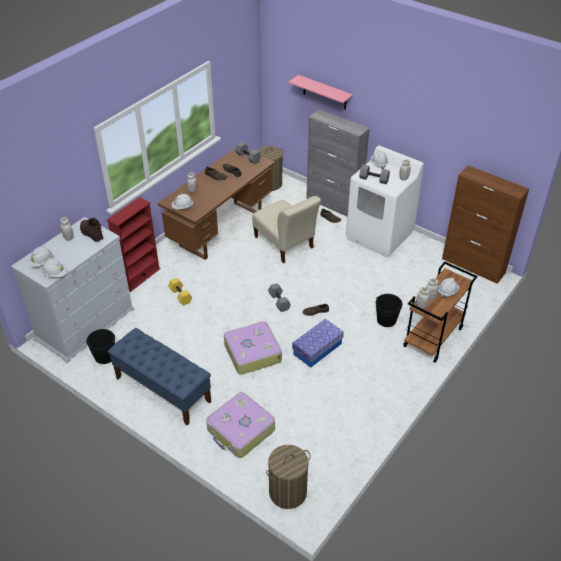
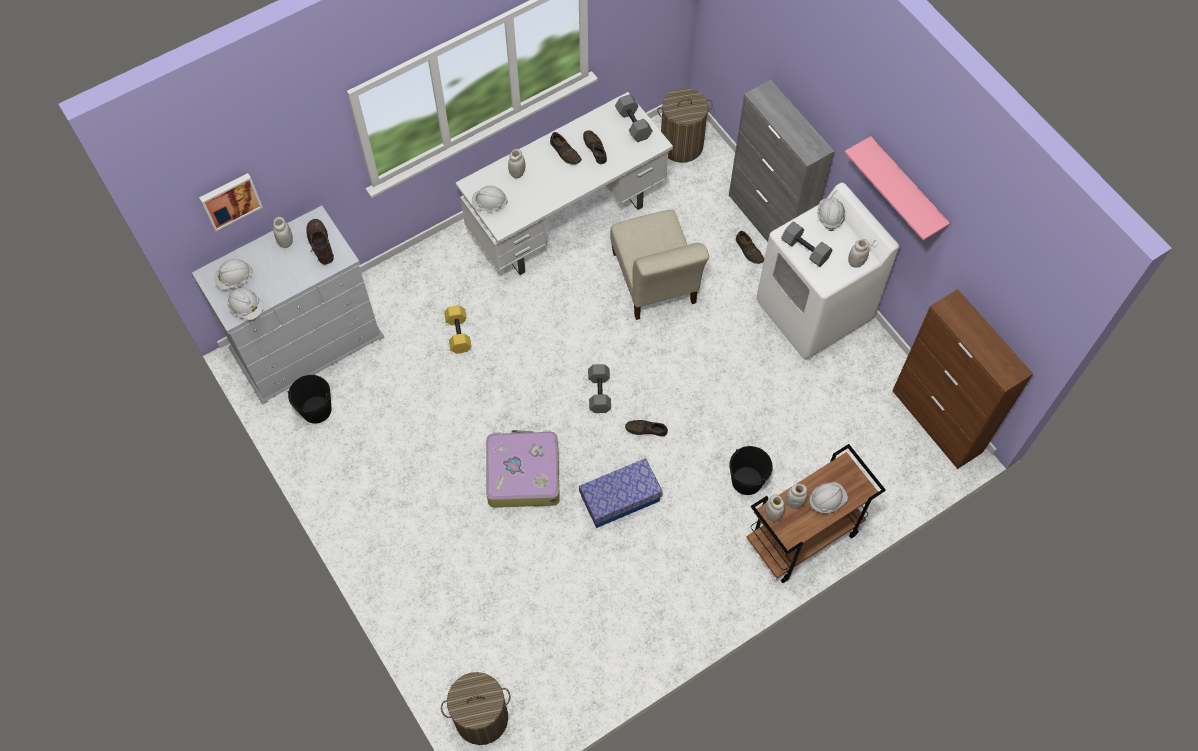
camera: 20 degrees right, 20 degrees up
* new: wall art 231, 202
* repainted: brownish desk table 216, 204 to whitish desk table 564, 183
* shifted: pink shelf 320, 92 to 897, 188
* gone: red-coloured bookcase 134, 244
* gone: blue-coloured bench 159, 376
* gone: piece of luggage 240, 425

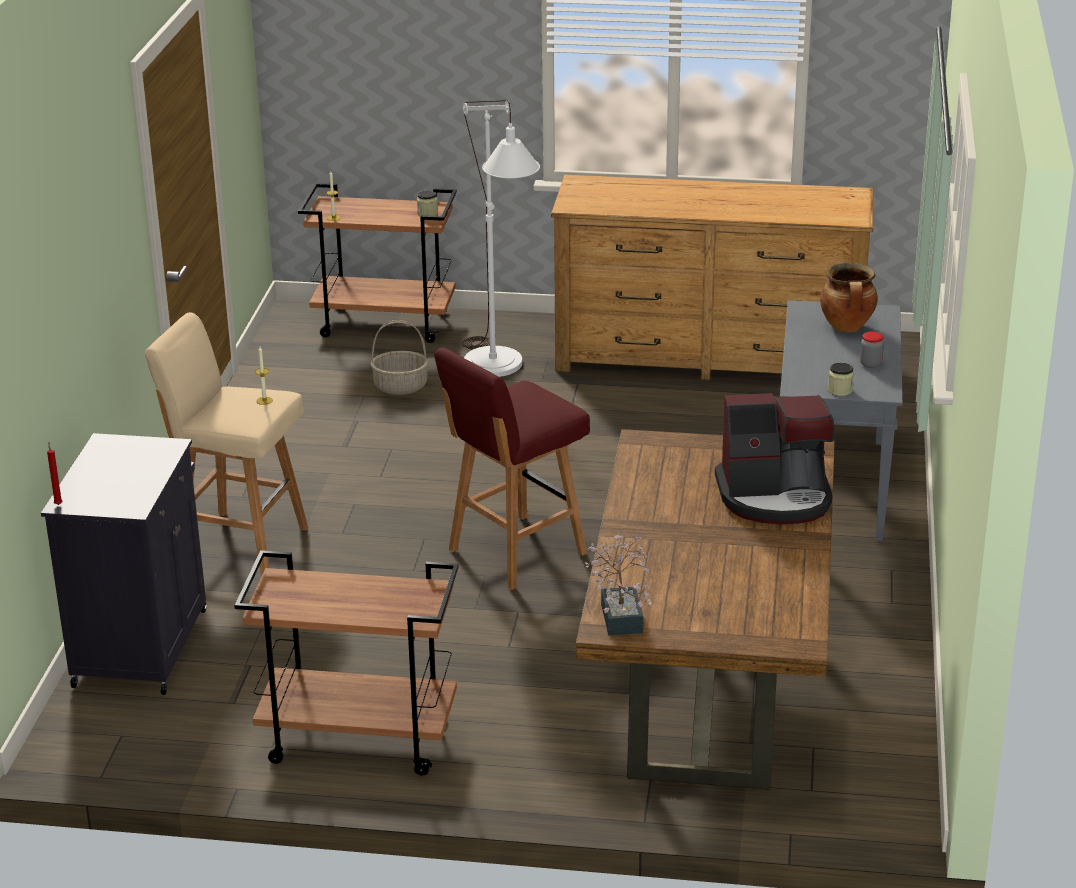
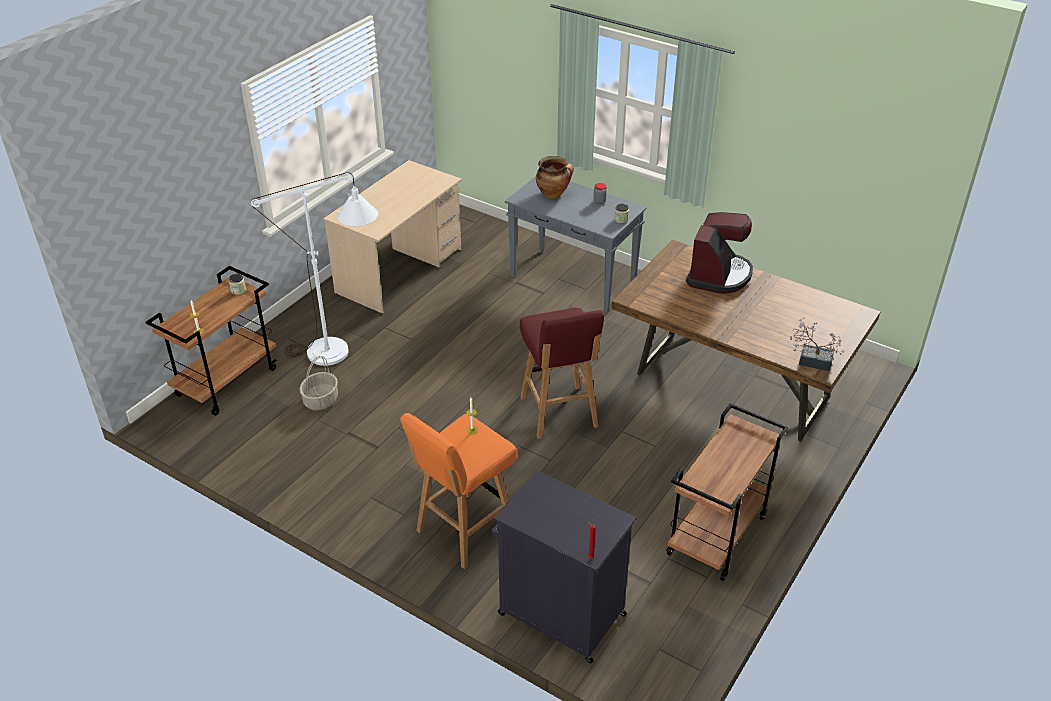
camera: 65 degrees left, 10 degrees up
* swapped: brownish drawer chest 712, 277 to beige-coloured desk table 392, 236
* repainted: beige-coloured sitting stool 226, 444 to orange sitting stool 458, 491

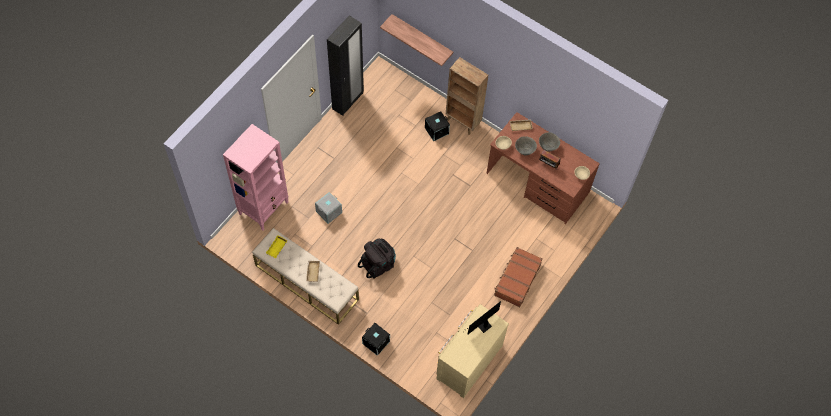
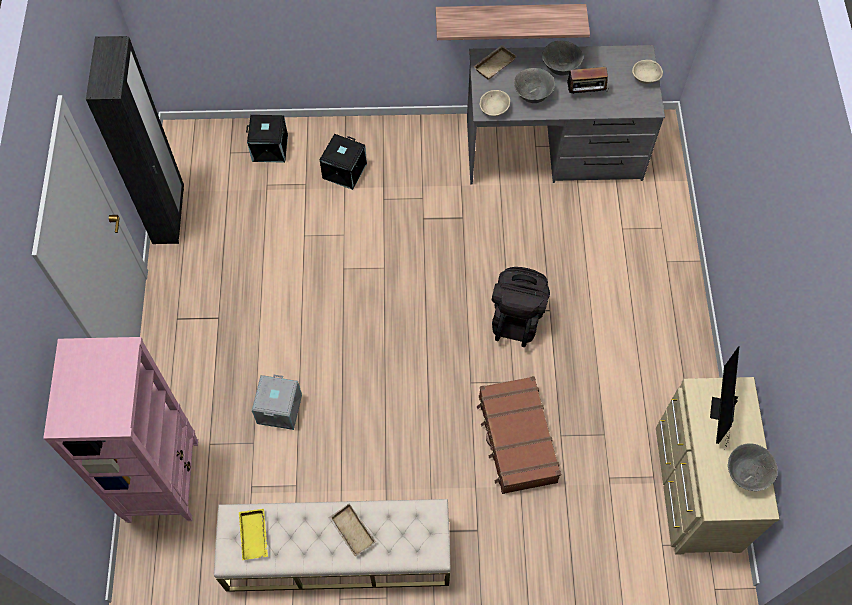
camera: 35 degrees left, 0 degrees up
* shifted: black storage box 376, 339 to 267, 139
* shifted: shelf 416, 40 to 513, 22
* repainted: brownish desk table 543, 168 to grey desk table 566, 115
* shifted: brownish piece of luggage 518, 277 to 519, 435
* shifted: black backpack 377, 258 to 520, 307
* new: grey deep dish 753, 467
* gone: brownish bookcase 467, 96

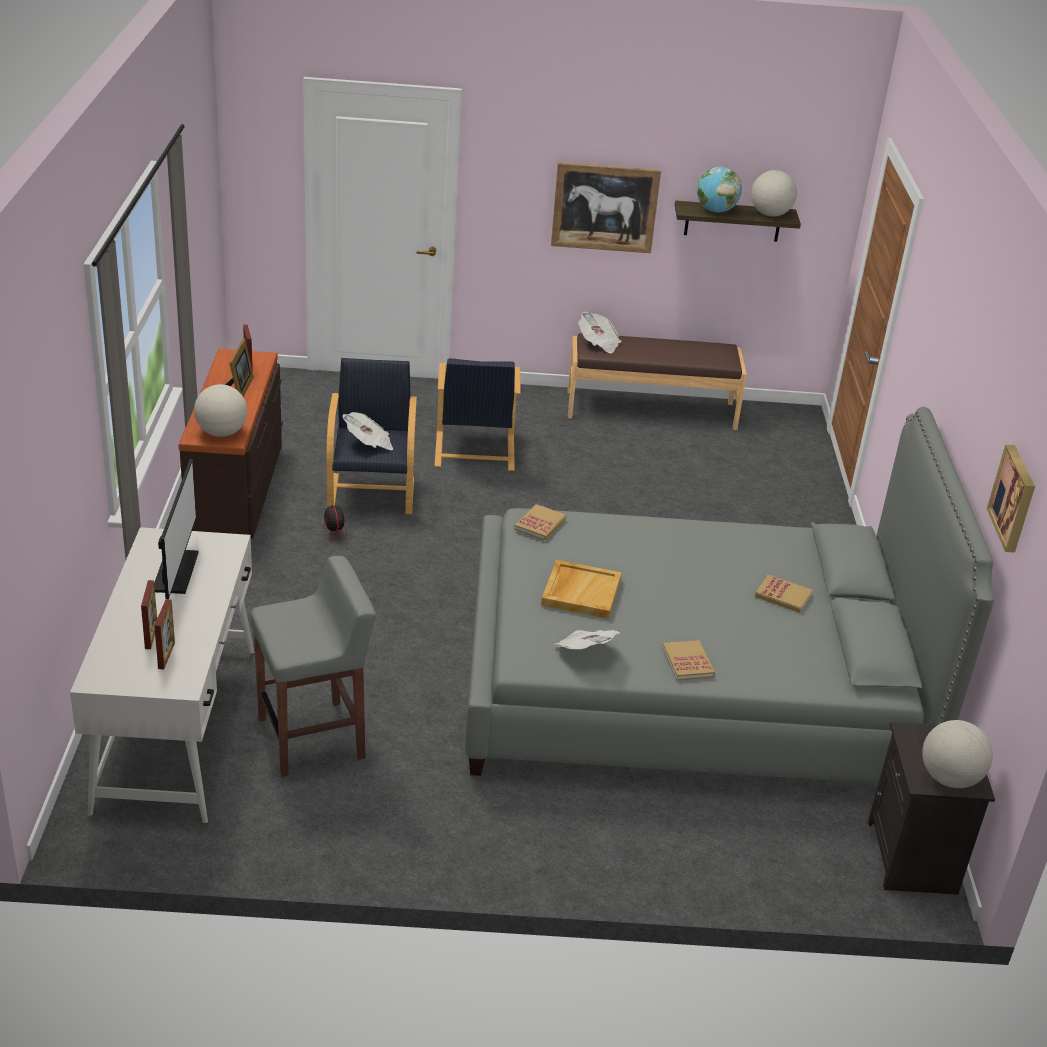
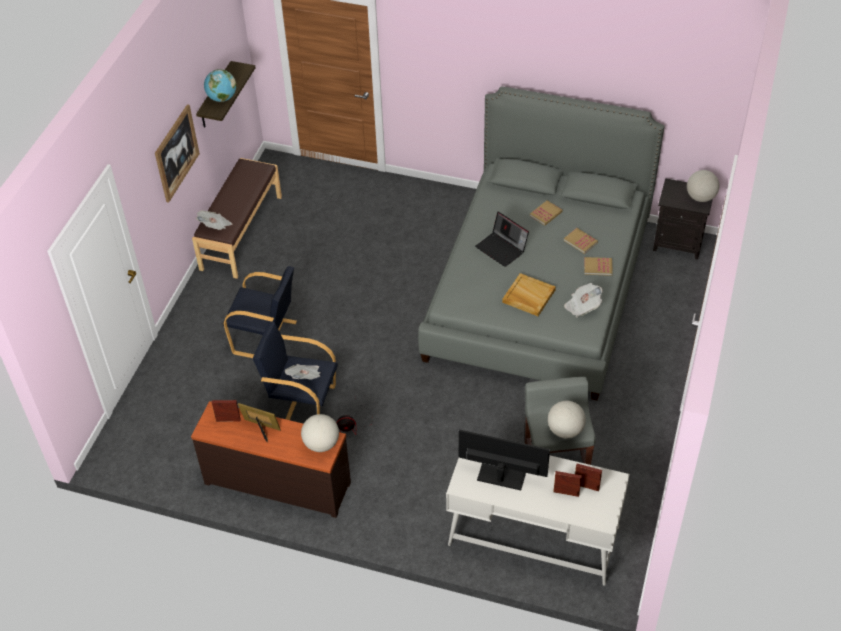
camera: 70 degrees left, 15 degrees up
* new: notebook computer 502, 239
* shifted: desk globe 774, 193 to 567, 419
* shifted: volume 540, 522 to 581, 241
* gone: wall art 1011, 499

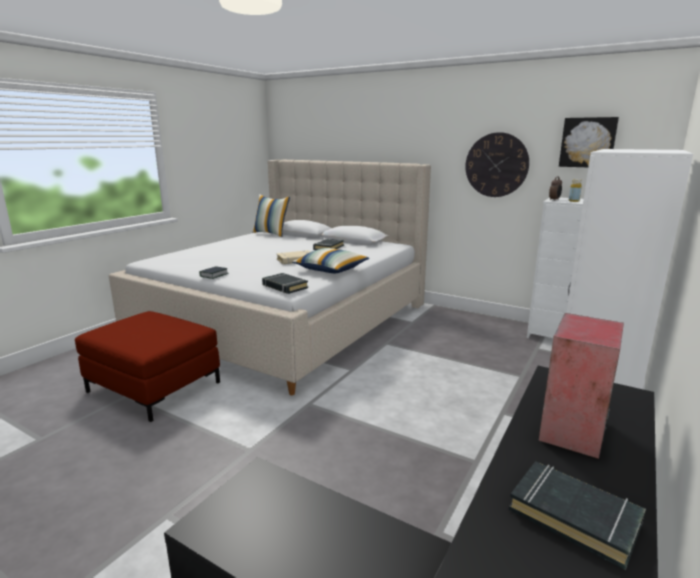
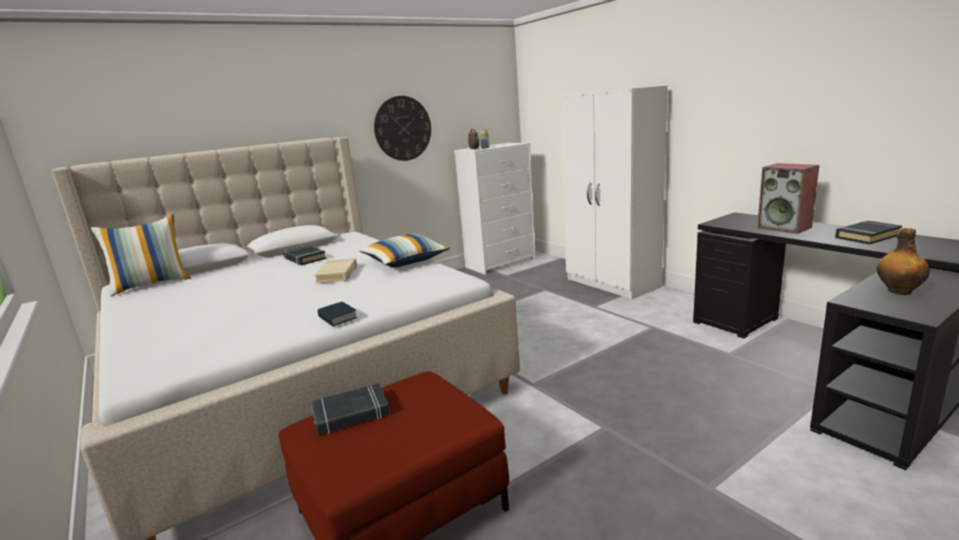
camera: 65 degrees left, 0 degrees up
* shifted: black volume 285, 283 to 350, 409
* new: bottle 903, 261
* gone: wall art 589, 142

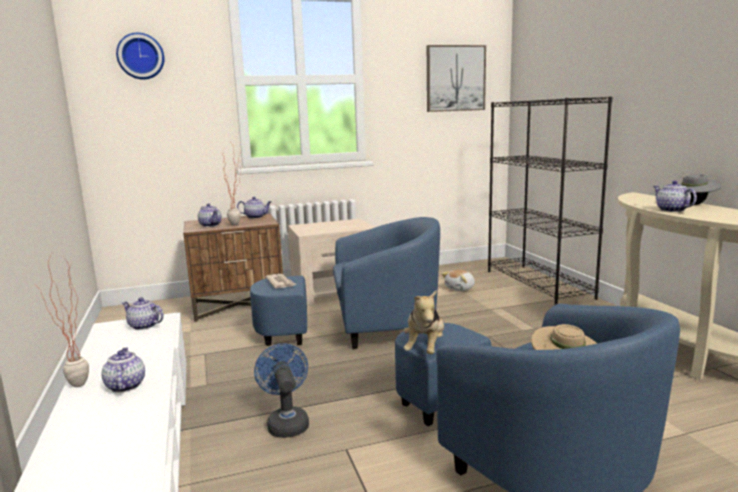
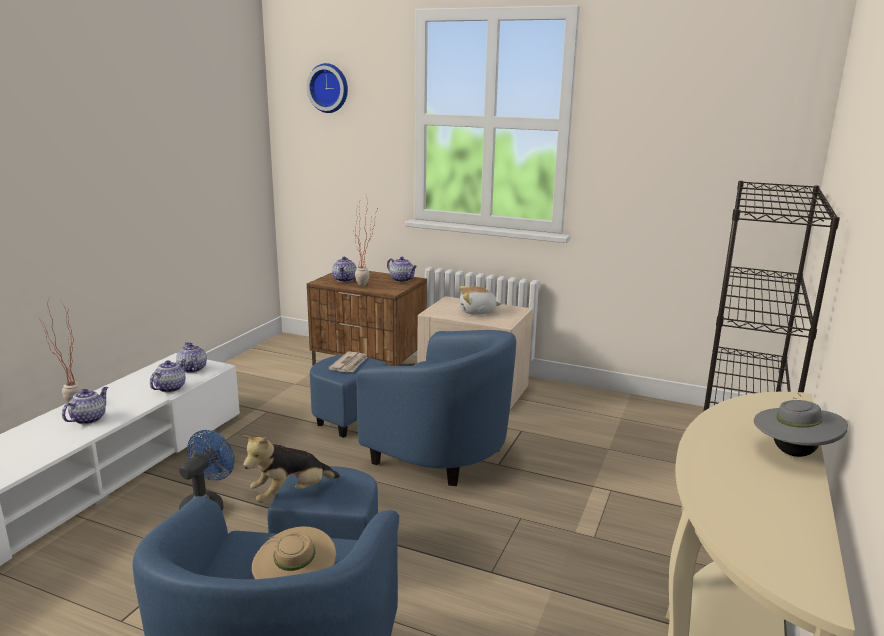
camera: 40 degrees right, 5 degrees up
* shifted: teapot 675, 196 to 168, 375
* shifted: soft toy 458, 280 to 480, 300
* gone: wall art 456, 78

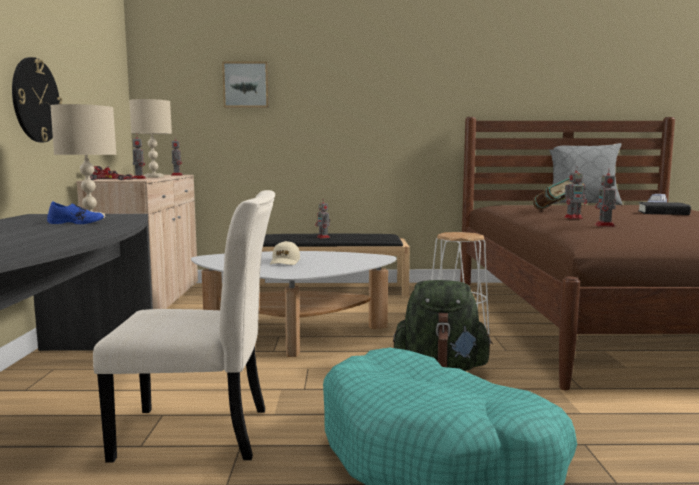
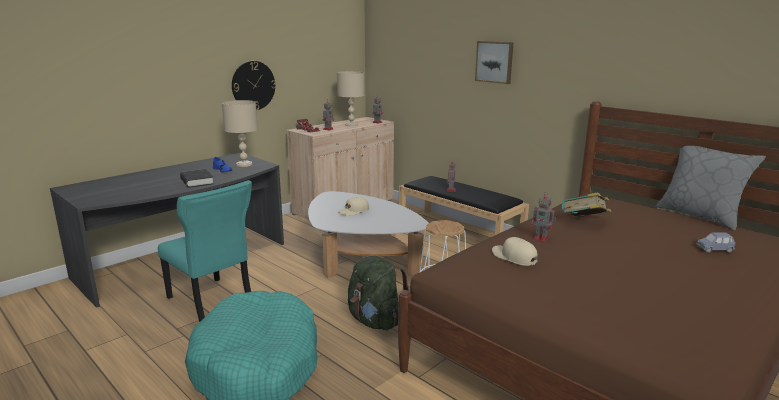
camera: 45 degrees right, 10 degrees up
* repainted: beige-coloured chair 184, 326 to turquoise-coloured chair 205, 251
* shifted: black volume 664, 208 to 197, 178
* shifted: wall art 245, 85 to 494, 62
* swapped: toy robot 605, 198 to beige-coloured peaked cap 515, 251

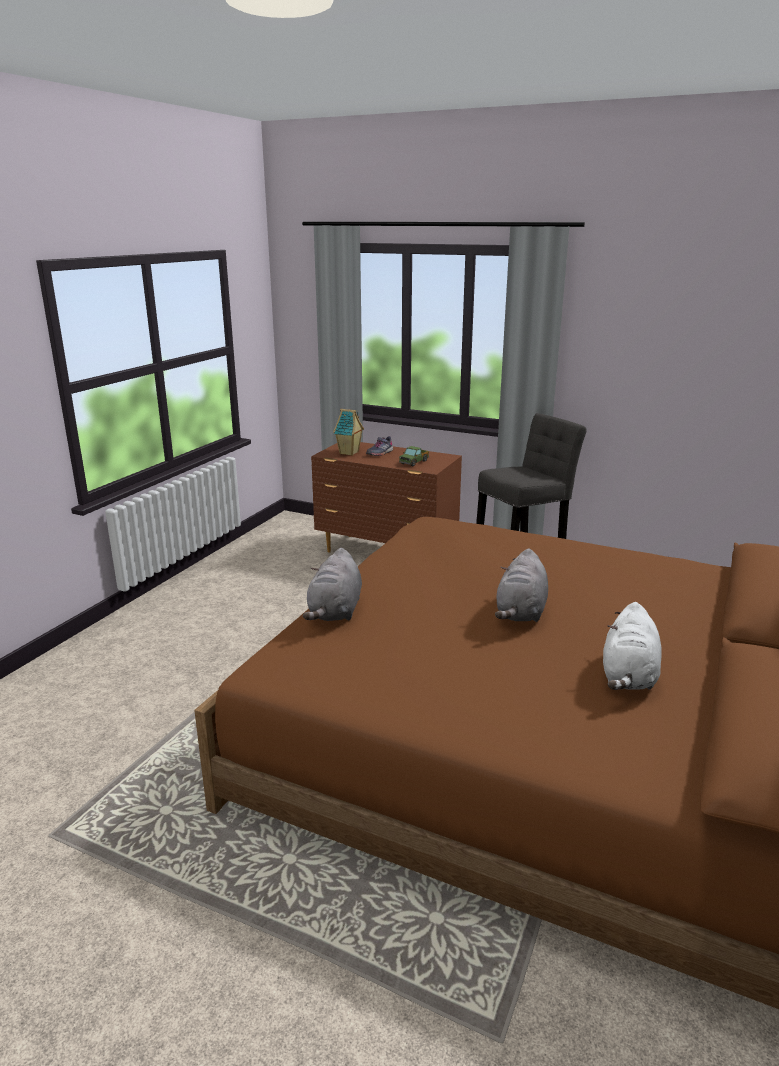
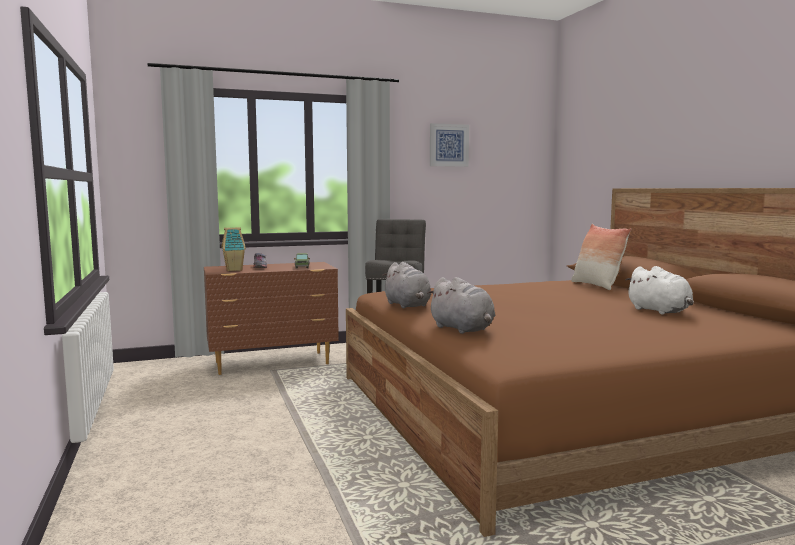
camera: 45 degrees left, 15 degrees down
* shifted: grey soft toy 521, 585 to 406, 285
* new: wall art 449, 145
* new: throw pillow 601, 257

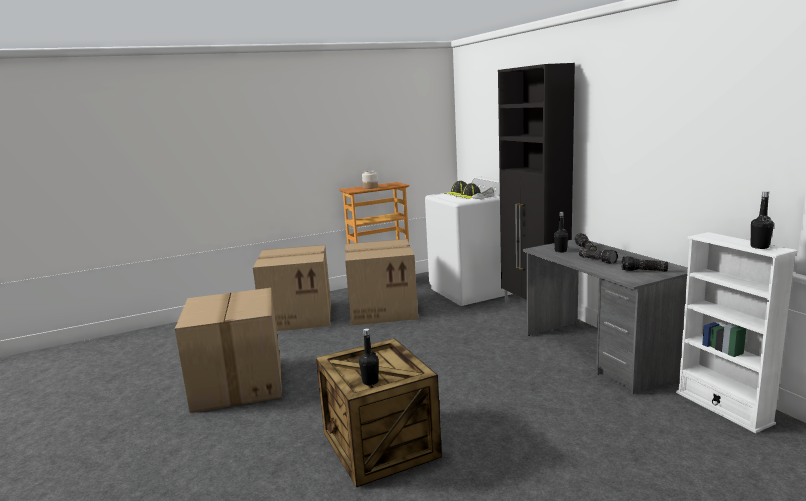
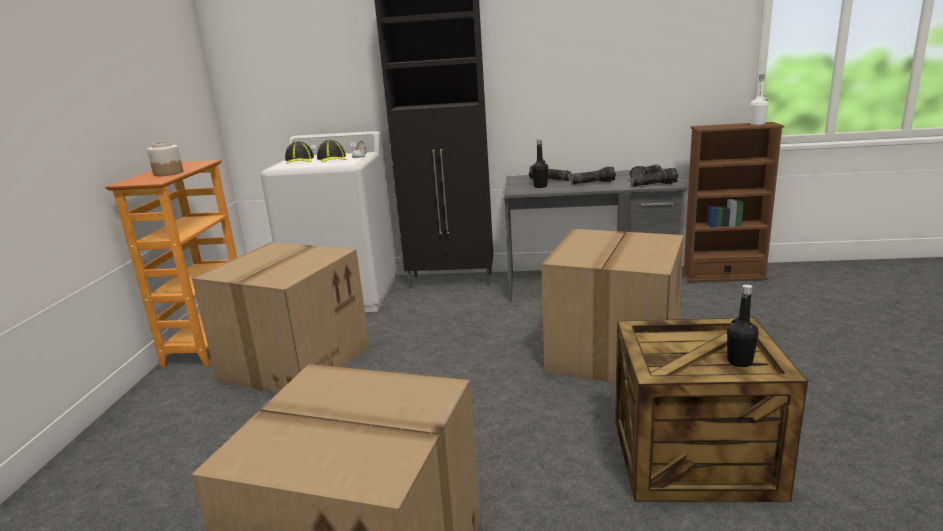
camera: 60 degrees left, 5 degrees up
* shifted: cardboard box 292, 288 to 613, 306
* new: torch 654, 177
* repainted: whitish bookcase 737, 332 to brownish bookcase 733, 202
* repainted: black bottle 762, 220 to whitish bottle 759, 99

